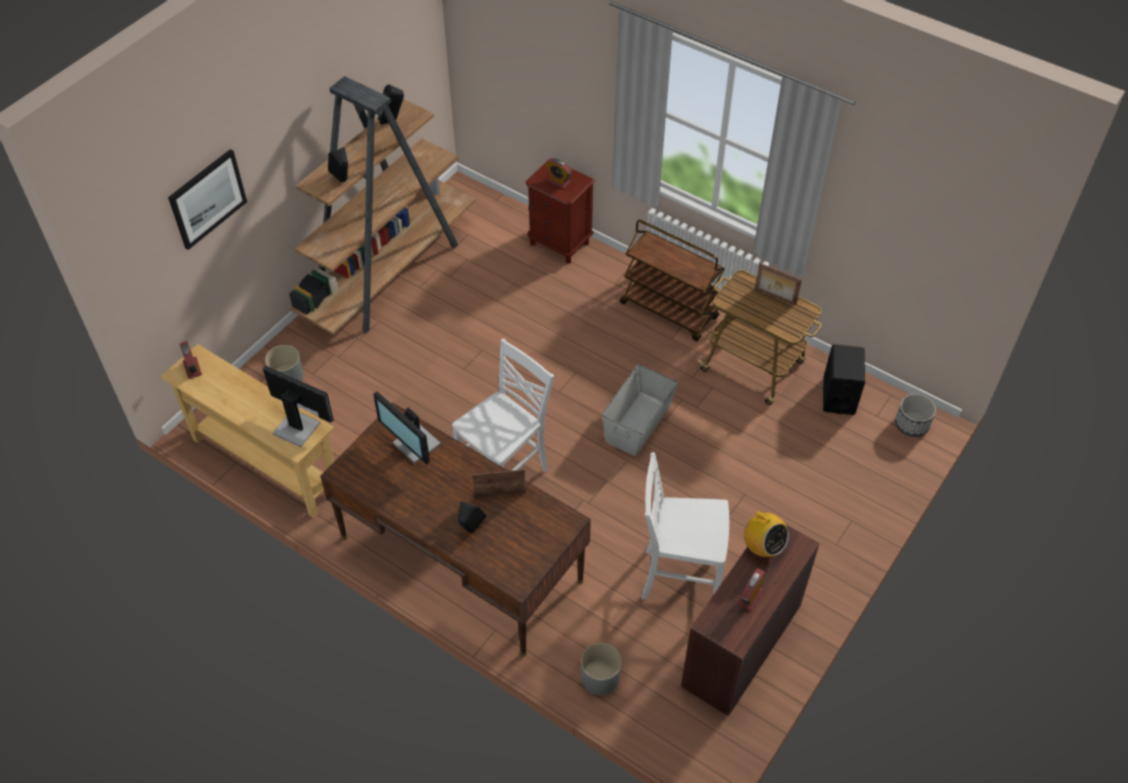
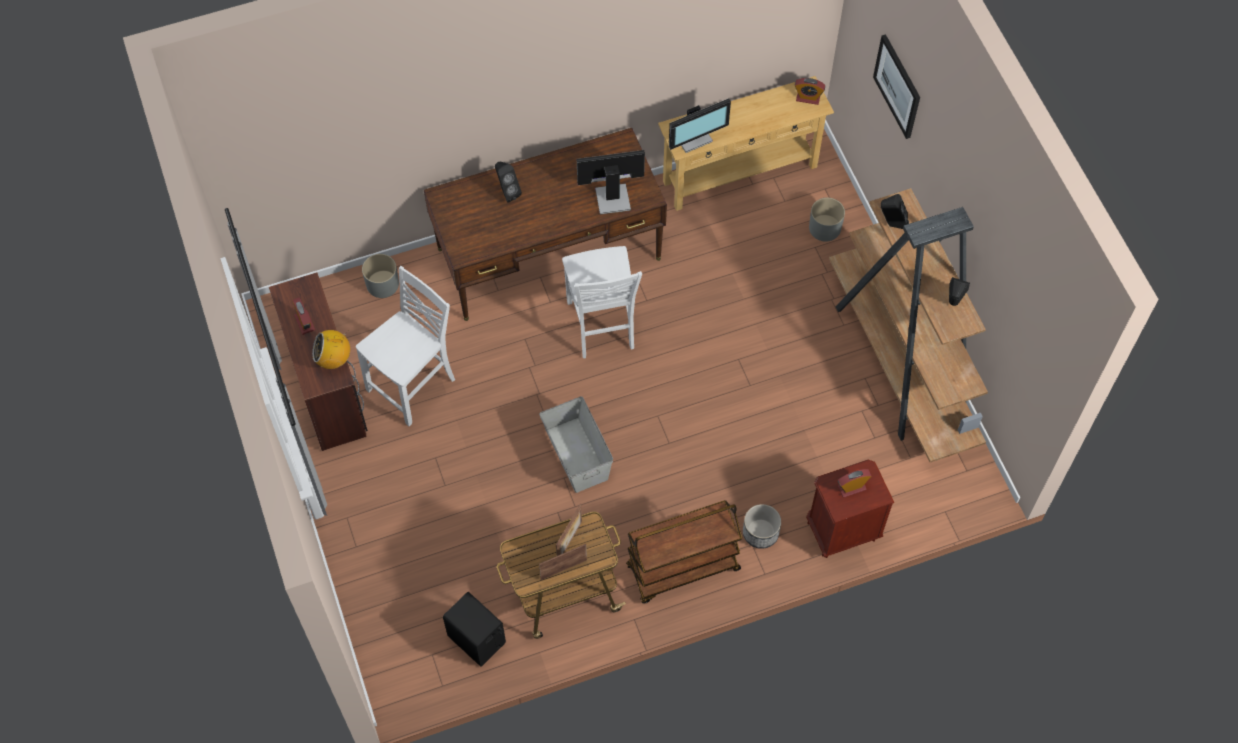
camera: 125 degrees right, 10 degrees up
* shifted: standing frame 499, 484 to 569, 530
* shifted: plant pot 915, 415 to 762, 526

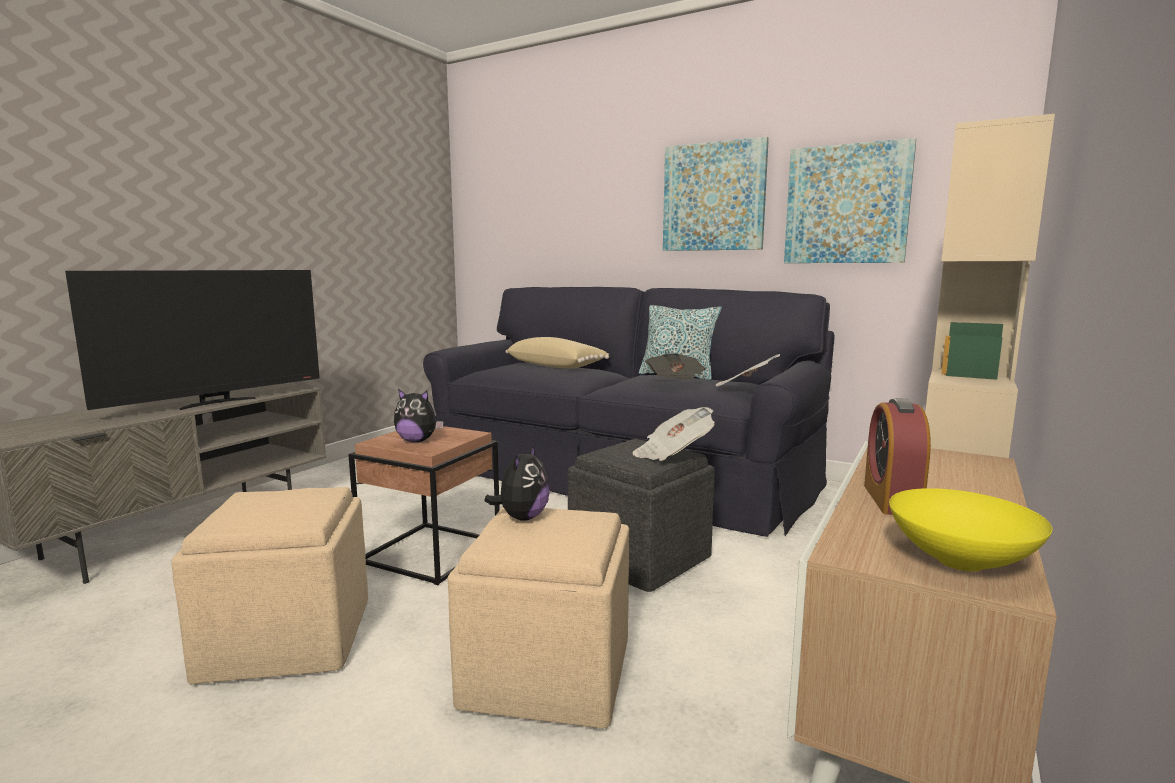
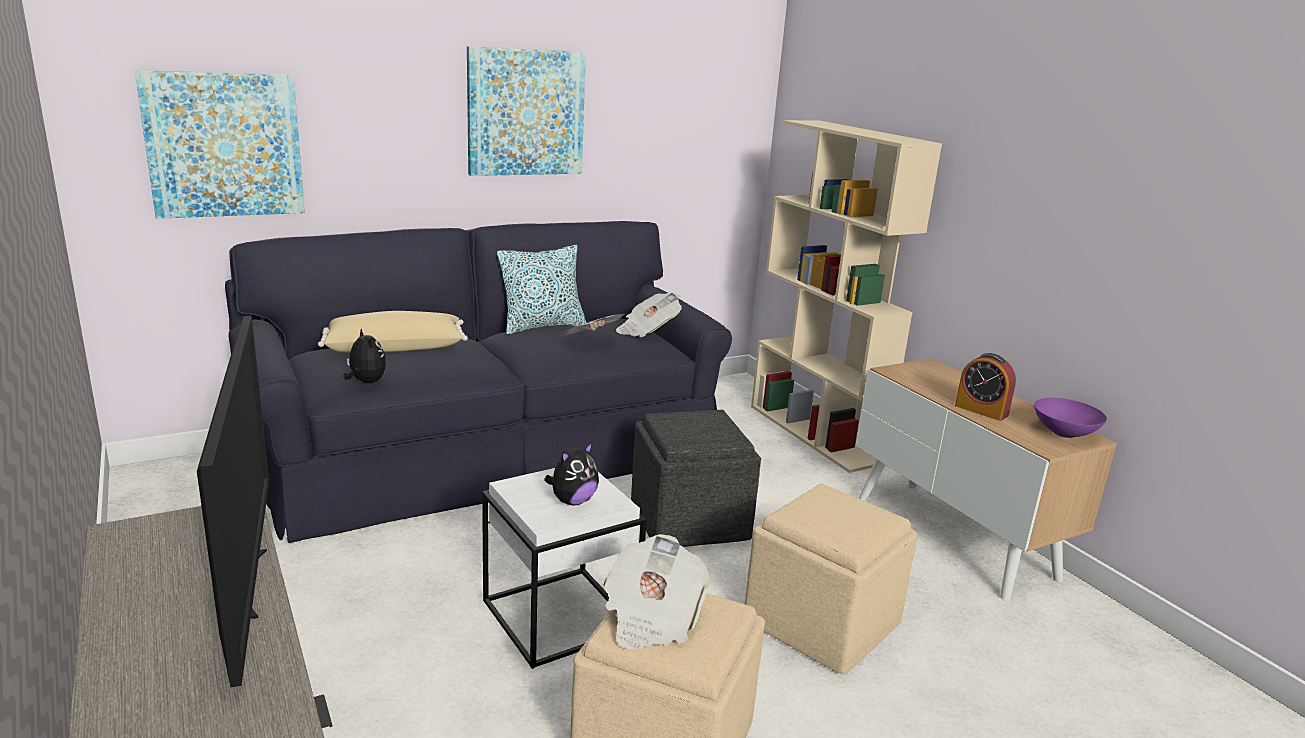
camera: 60 degrees left, 10 degrees up
* shifted: wall art 850, 200 to 220, 144
* shifted: soft toy 517, 483 to 364, 355
* repainted: brownish accent table 424, 505 to whitish accent table 564, 568
* shifted: newspaper 674, 434 to 657, 591
* repainted: yellow deep dish 970, 529 to purple-coloured deep dish 1070, 418

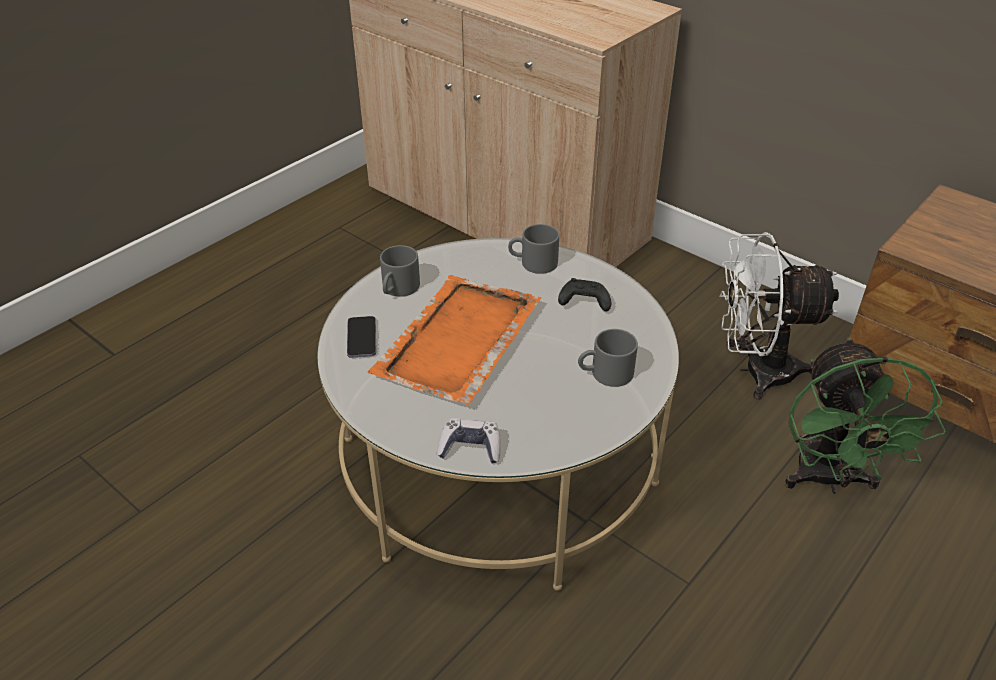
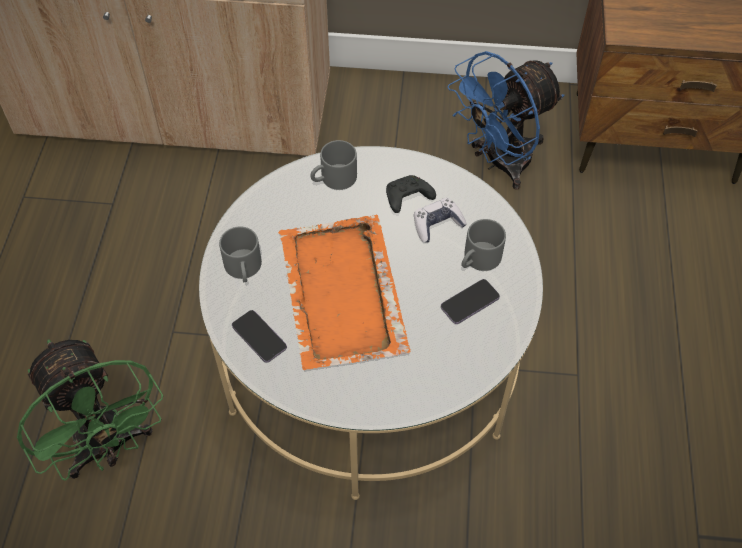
camera: 35 degrees left, 15 degrees up
* shifted: green-coloured cooling fan 865, 415 to 90, 410
* shifted: game controller 469, 441 to 440, 220
* new: handset 470, 301
* repainted: whitish cooling fan 779, 316 to blue-coloured cooling fan 505, 120

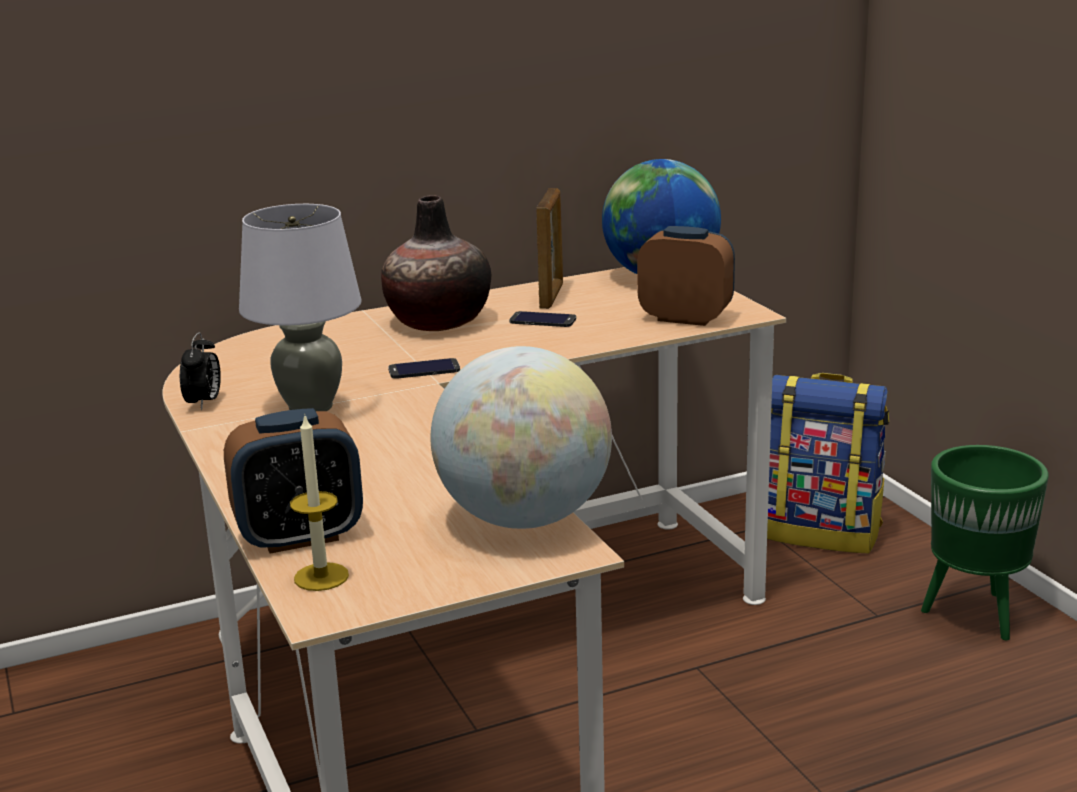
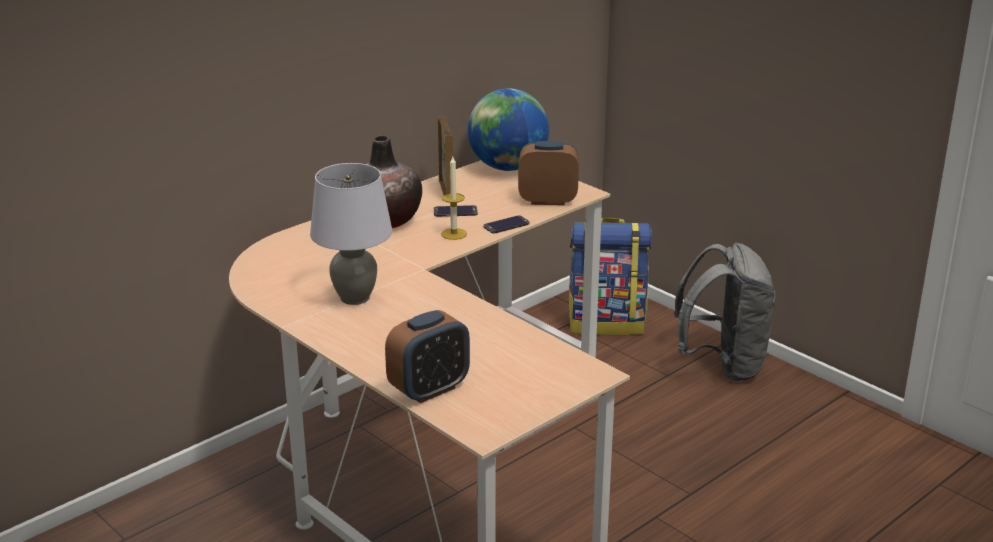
camera: 20 degrees left, 5 degrees up
* shifted: wax light 319, 502 to 454, 198
* shifted: handset 424, 368 to 507, 224
* swapped: green-coloured plant pot 985, 542 to grey backpack 724, 312
* gone: table clock 200, 371
* gone: desk globe 521, 437

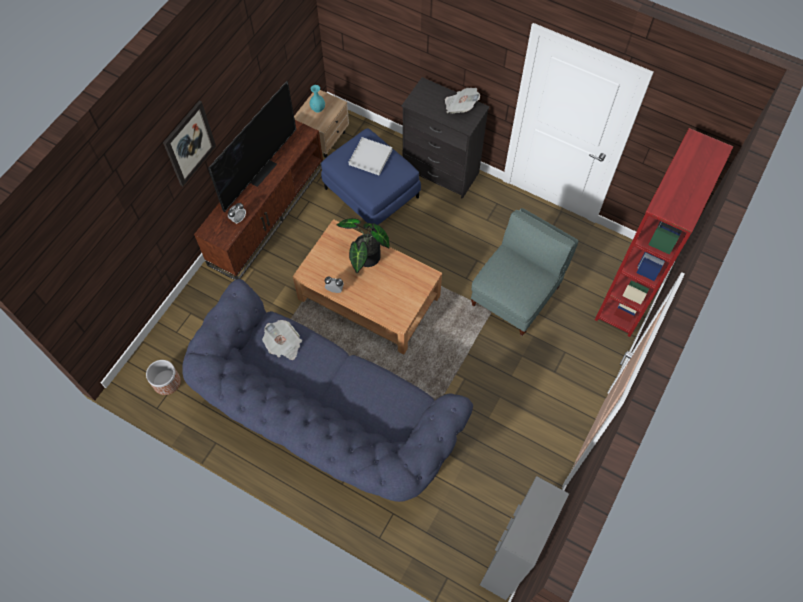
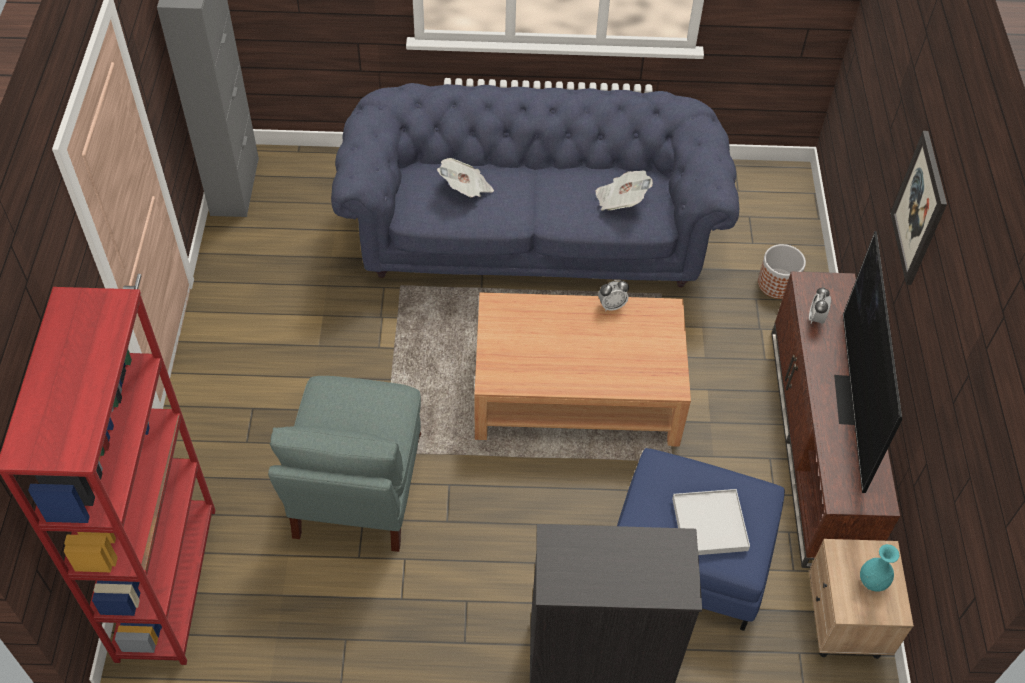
camera: 150 degrees right, 10 degrees down
* shifted: newspaper 462, 100 to 465, 178
* shifted: plant pot 163, 377 to 782, 271
* gone: potted plant 363, 245

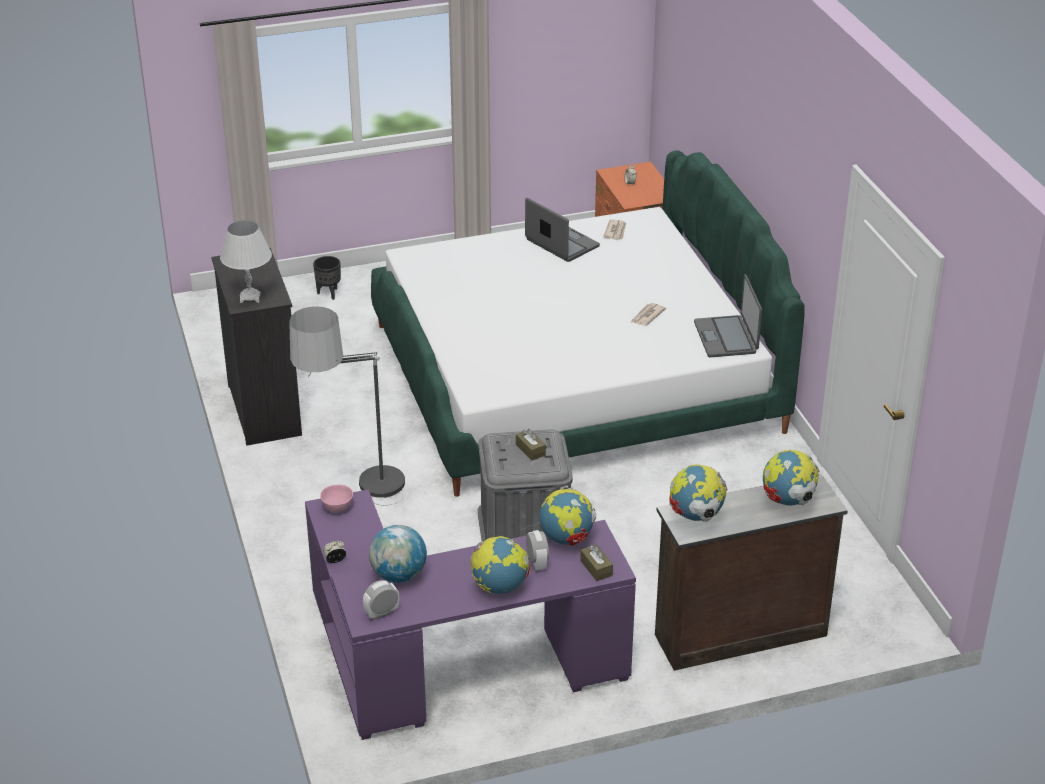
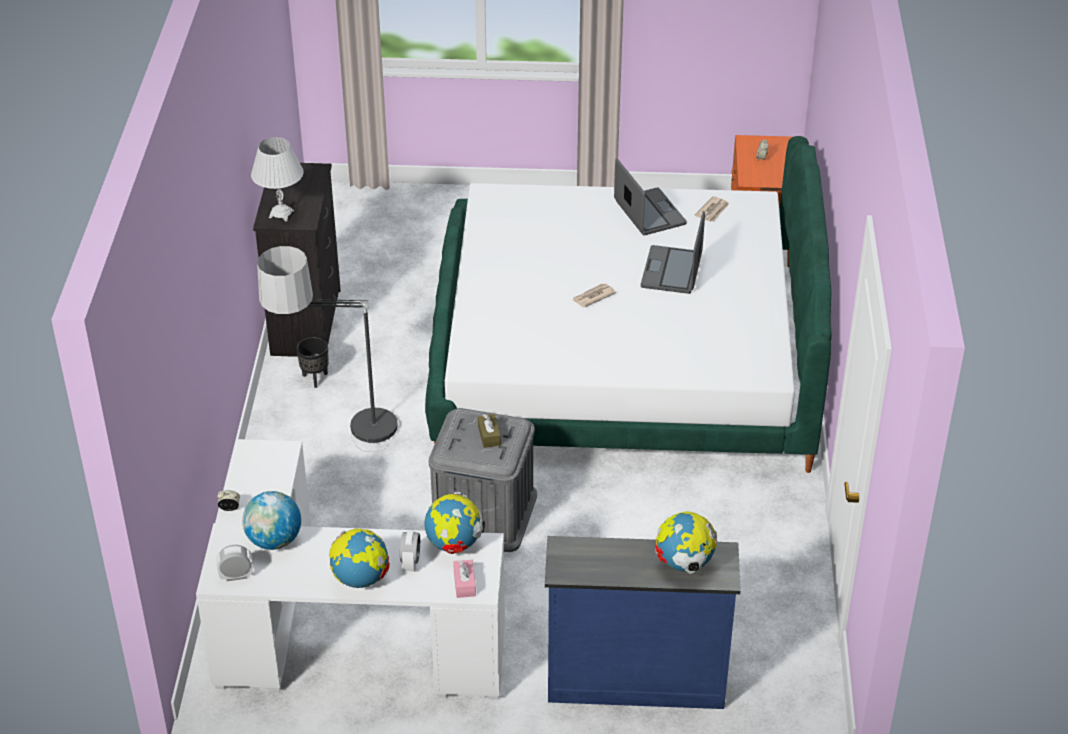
camera: 20 degrees right, 5 degrees up
* repainted: purple-coloured desk table 470, 615 to whitish desk table 350, 569
* shifted: black plant pot 327, 278 to 312, 362
* repainted: brownish box of tissues 596, 562 to pink box of tissues 464, 579
* repainted: brownish drawer chest 751, 572 to blue-coloured drawer chest 643, 622
* shifted: newspaper 648, 314 to 594, 295
* shifted: notebook computer 728, 315 to 673, 252
* gone: pink deep dish 336, 499
* gone: desk globe 698, 493

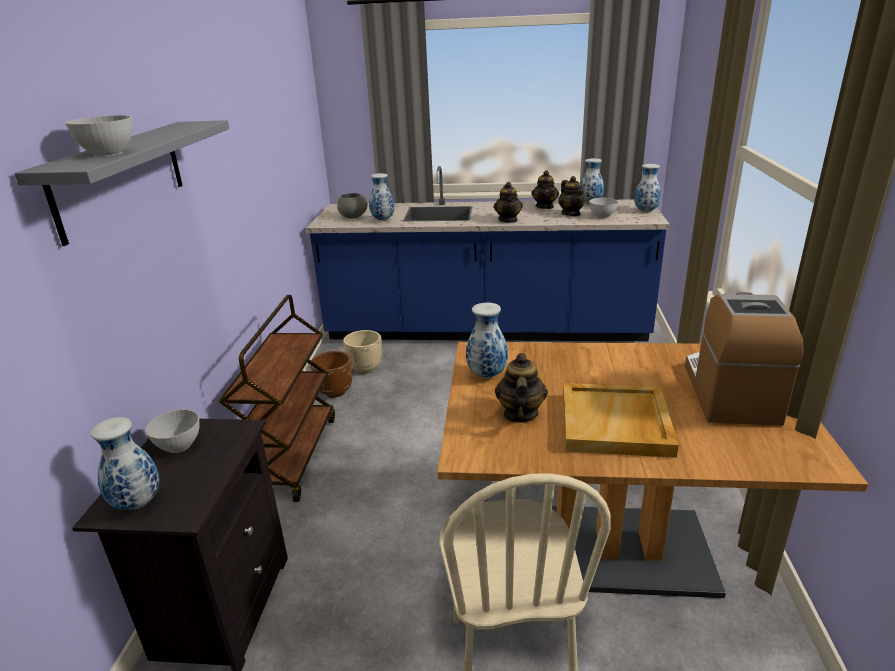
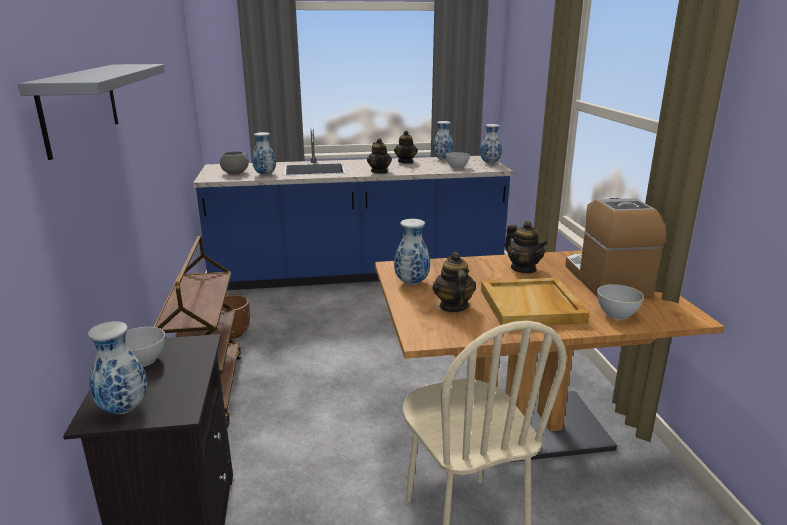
camera: 15 degrees left, 5 degrees down
* shifted: teapot 571, 196 to 526, 247
* shifted: grey deep dish 99, 135 to 620, 302
* gone: beige-coloured plant pot 362, 352

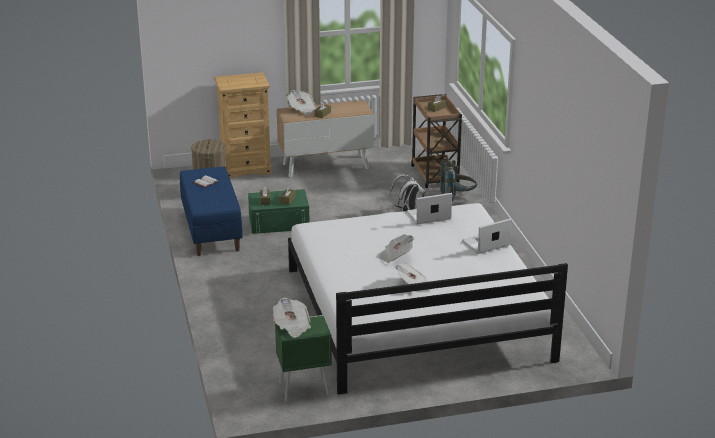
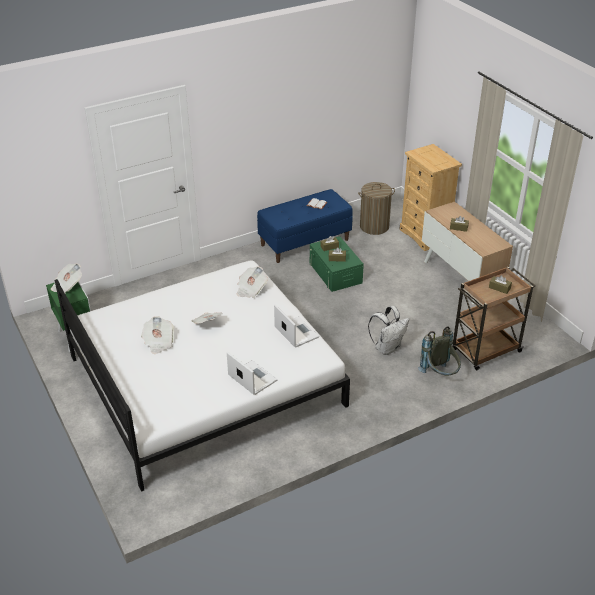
camera: 75 degrees right, 10 degrees up
* shifted: newspaper 302, 102 to 252, 282

